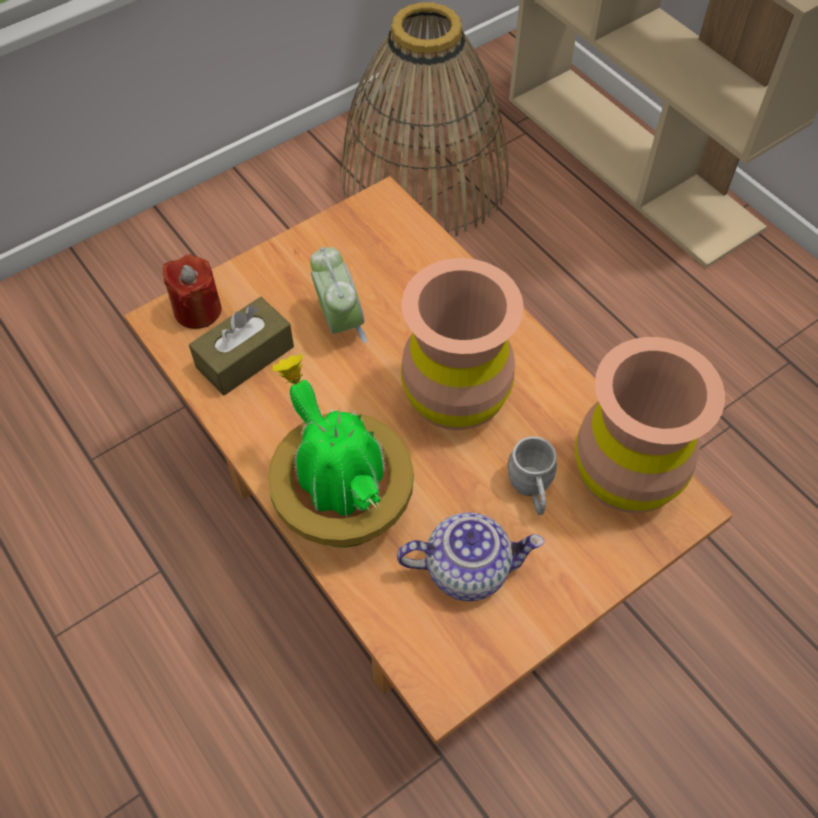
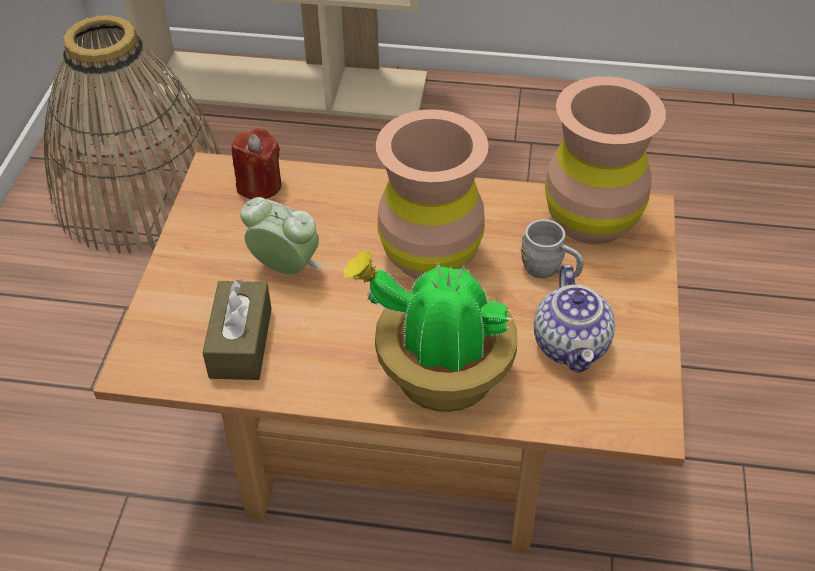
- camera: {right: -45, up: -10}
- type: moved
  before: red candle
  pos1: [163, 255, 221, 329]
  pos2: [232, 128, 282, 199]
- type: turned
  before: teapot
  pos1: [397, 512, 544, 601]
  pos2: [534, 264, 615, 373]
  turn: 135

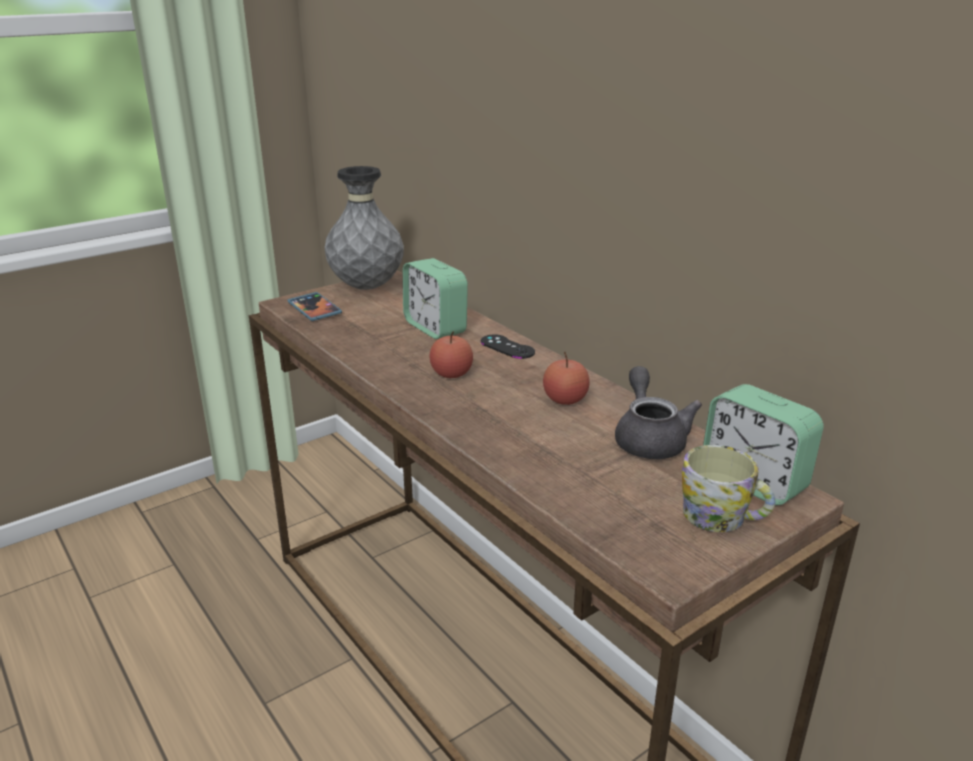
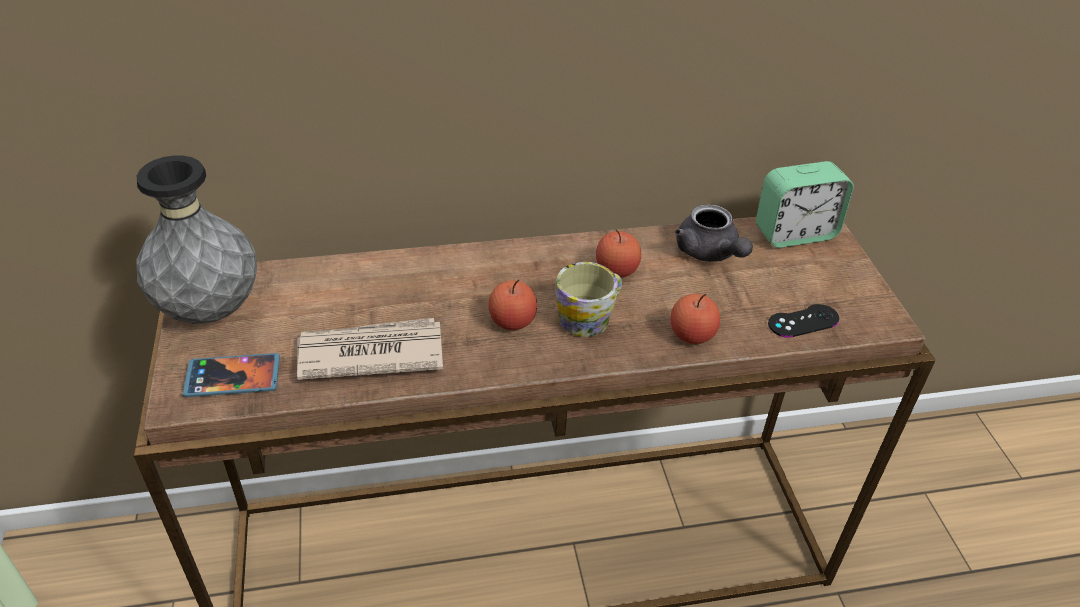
- camera: {right: -65, up: 15}
- type: removed
  before: alarm clock
  pos1: [403, 258, 468, 339]
- type: moved
  before: black game controller
  pos1: [481, 334, 535, 359]
  pos2: [768, 304, 839, 338]
- type: turned
  before: grey teapot
  pos1: [615, 366, 702, 459]
  pos2: [675, 204, 753, 262]
  turn: -135
- type: moved
  before: mug
  pos1: [682, 445, 775, 532]
  pos2: [555, 262, 622, 337]
- type: added
  after: newspaper
  pos2: [297, 318, 443, 380]
- type: added
  after: apple
  pos2: [670, 293, 720, 344]

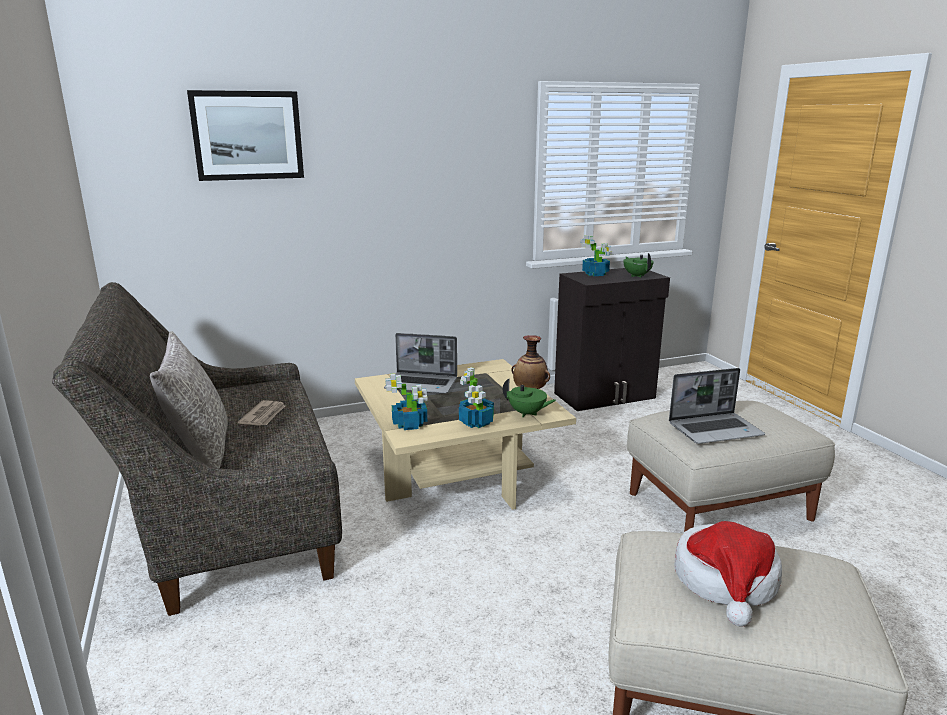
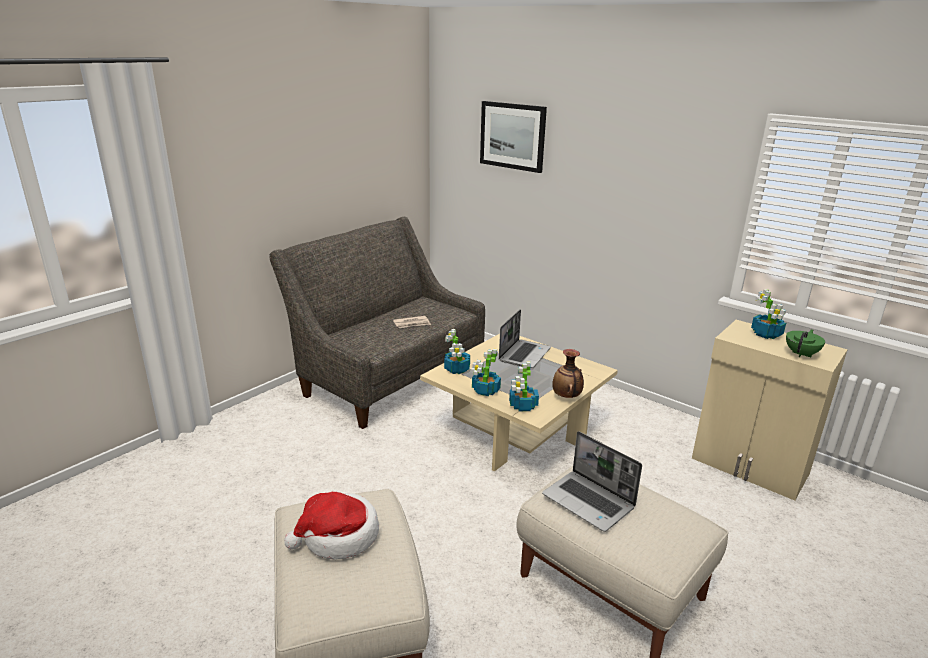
- camera: {right: 60, up: 5}
- type: removed
  before: grey pillow
  pos1: [150, 331, 228, 468]
- type: turned
  before: laptop
  pos1: [384, 333, 457, 393]
  pos2: [499, 309, 551, 368]
  turn: -135
- type: replaced
  before: green teapot
  after: potted plant
  pos1: [503, 379, 556, 417]
  pos2: [509, 361, 539, 411]
- type: recoloured
  before: black cabinet
  after: beige cabinet
  pos1: [554, 268, 670, 411]
  pos2: [692, 320, 848, 500]

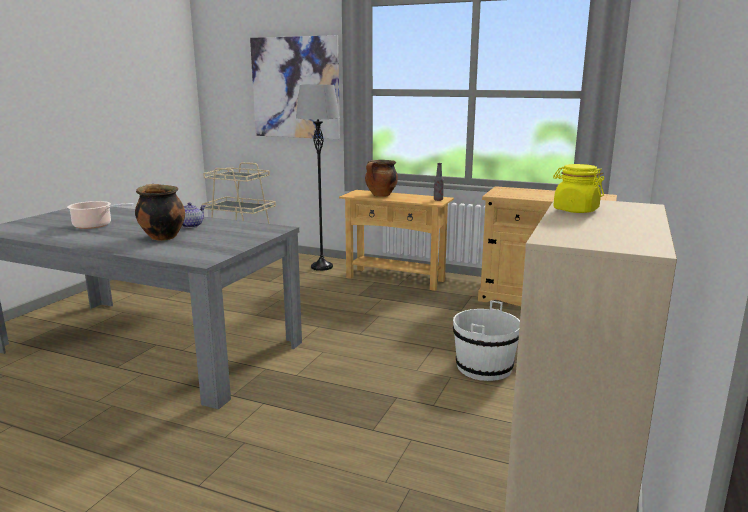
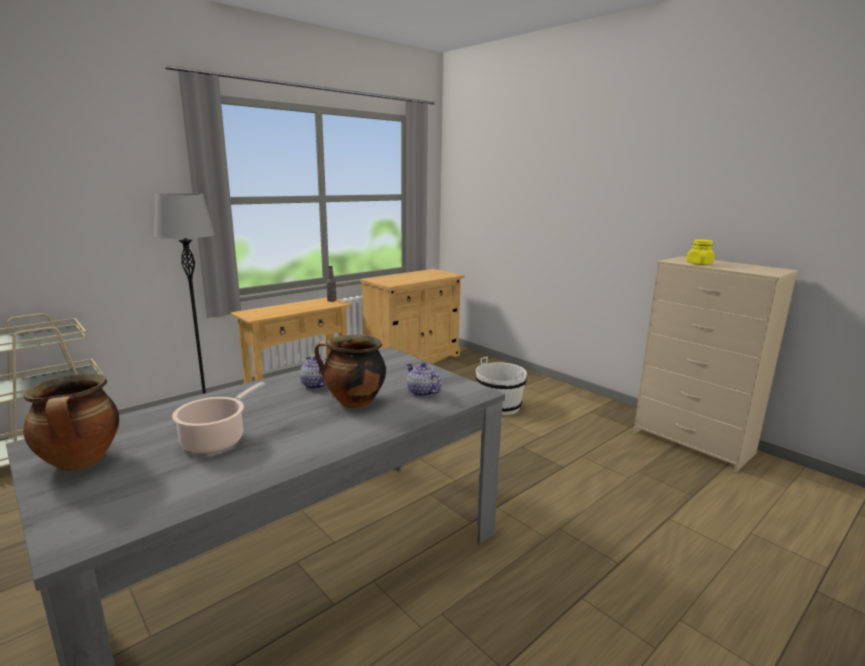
- camera: {right: -65, up: 0}
- type: removed
  before: picture
  pos1: [250, 35, 340, 139]
- type: moved
  before: cooking pot
  pos1: [365, 160, 398, 197]
  pos2: [23, 373, 119, 471]
- type: added
  after: teapot
  pos2: [406, 362, 442, 397]

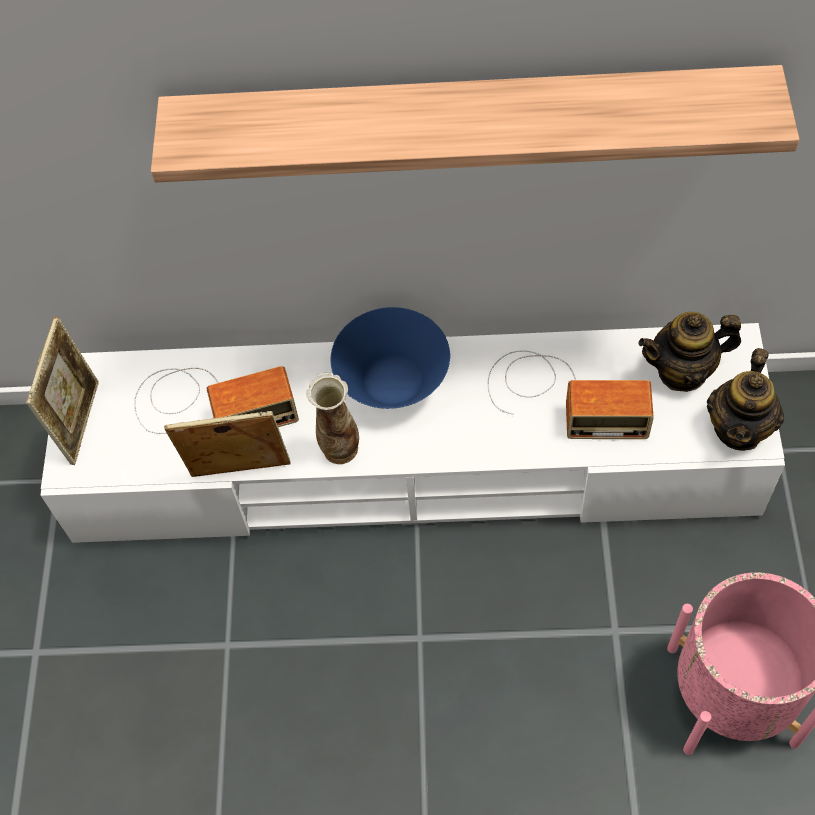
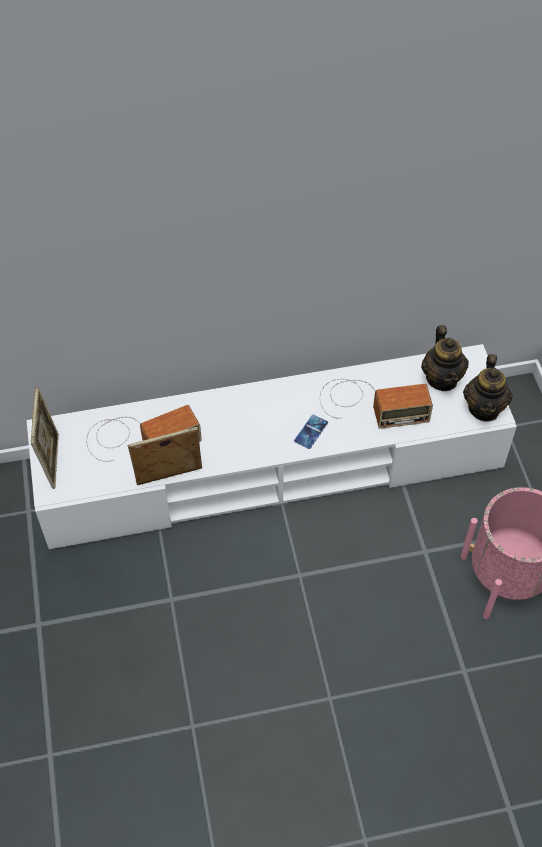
- camera: {right: -15, up: -5}
- type: removed
  before: shelf
  pos1: [151, 65, 799, 182]
- type: removed
  before: vase
  pos1: [307, 373, 359, 464]
- type: removed
  before: blue bowl
  pos1: [331, 307, 450, 409]
- type: turned
  before: teapot
  pos1: [639, 312, 741, 392]
  pos2: [421, 325, 469, 391]
  turn: -75
- type: added
  after: phone
  pos2: [294, 415, 328, 449]

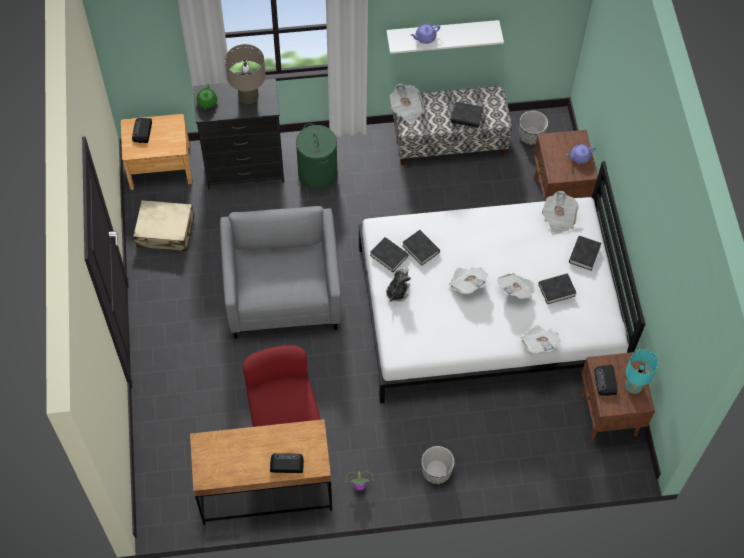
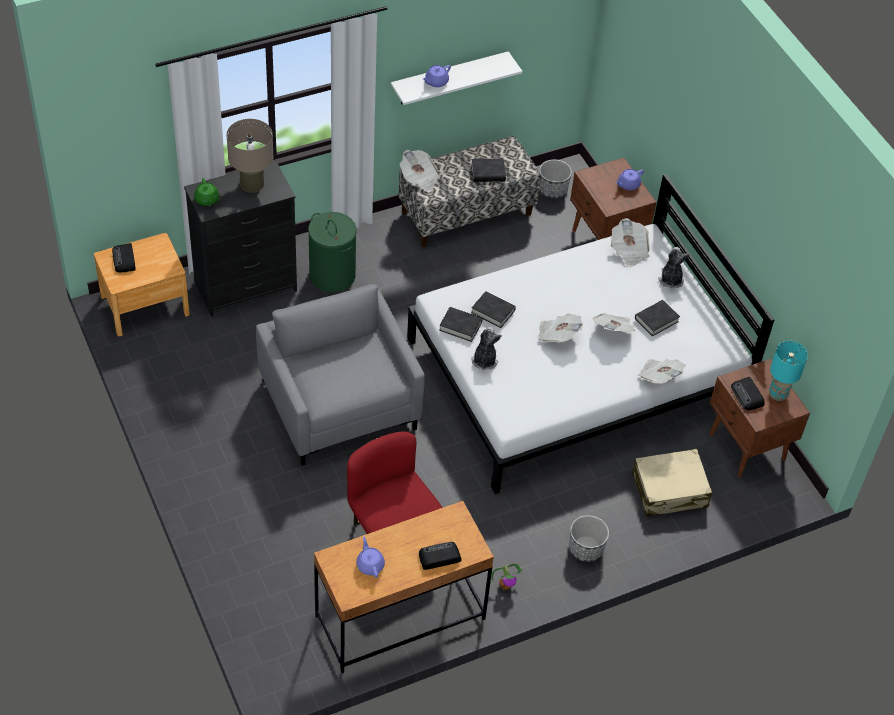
- camera: {right: -20, up: -10}
- type: moved
  before: beige suitcase
  pos1: [133, 200, 194, 251]
  pos2: [632, 449, 712, 517]
- type: replaced
  before: black book
  after: plush toy
  pos1: [569, 236, 601, 271]
  pos2: [658, 247, 690, 288]
- type: added
  after: purple teapot
  pos2: [356, 537, 385, 578]

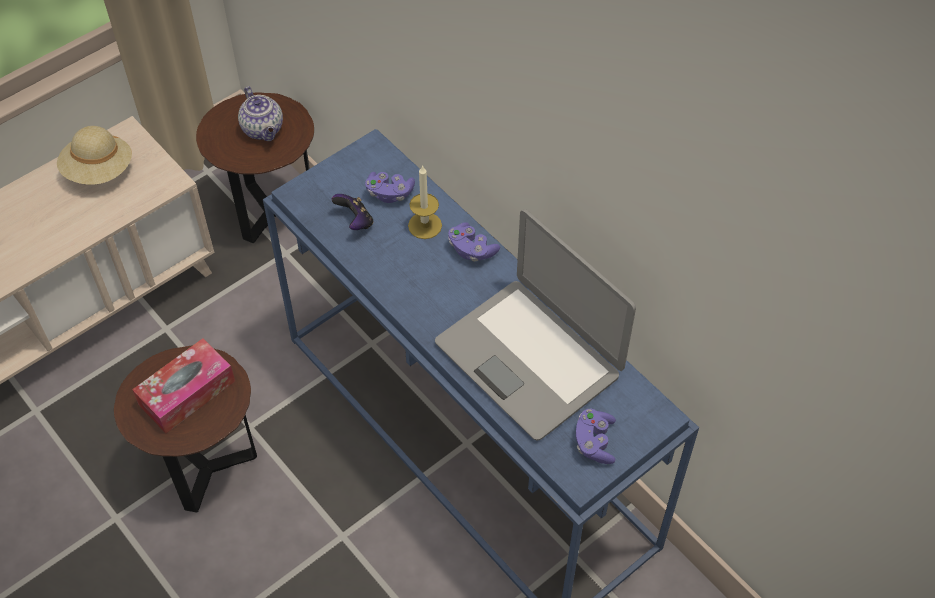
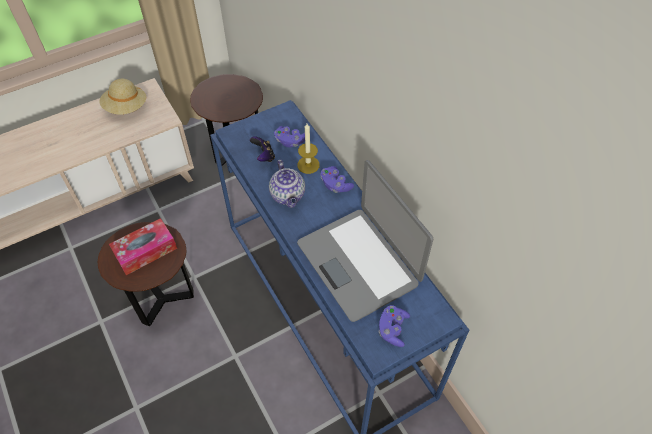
- camera: {right: 10, up: 0}
- type: moved
  before: teapot
  pos1: [238, 86, 283, 141]
  pos2: [269, 160, 305, 208]

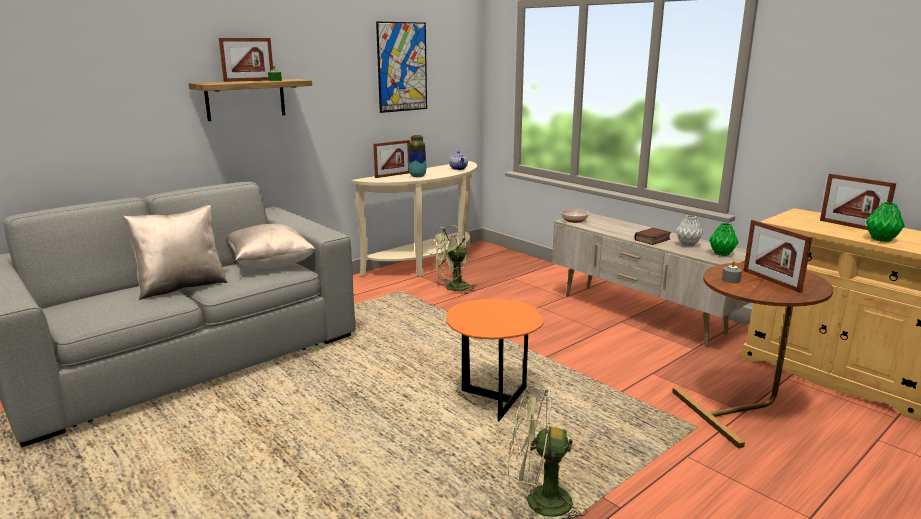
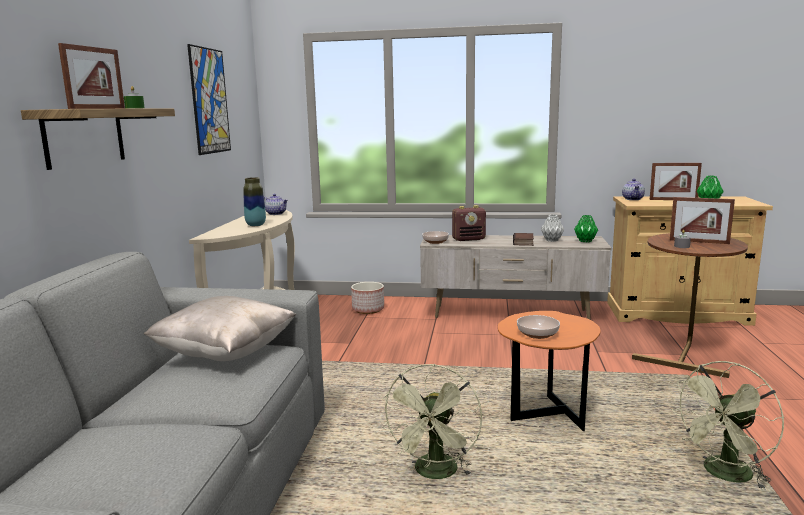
- camera: {right: -40, up: -5}
- type: removed
  before: beige pillow
  pos1: [123, 205, 228, 300]
- type: removed
  before: picture frame
  pos1: [373, 140, 410, 178]
- type: moved
  before: green fan
  pos1: [428, 225, 476, 294]
  pos2: [382, 364, 482, 479]
- type: added
  after: planter
  pos2: [351, 282, 384, 314]
- type: added
  after: radio
  pos2: [452, 205, 486, 241]
- type: added
  after: bowl
  pos2: [517, 315, 560, 339]
- type: added
  after: teapot
  pos2: [622, 179, 645, 200]

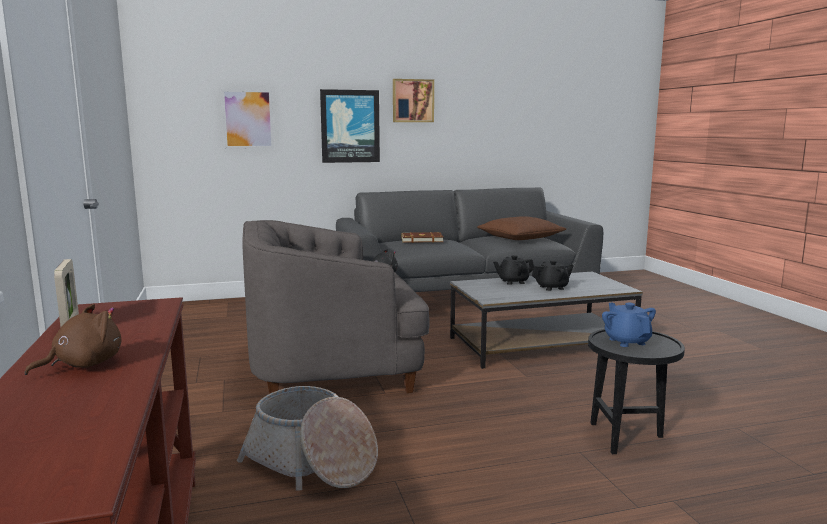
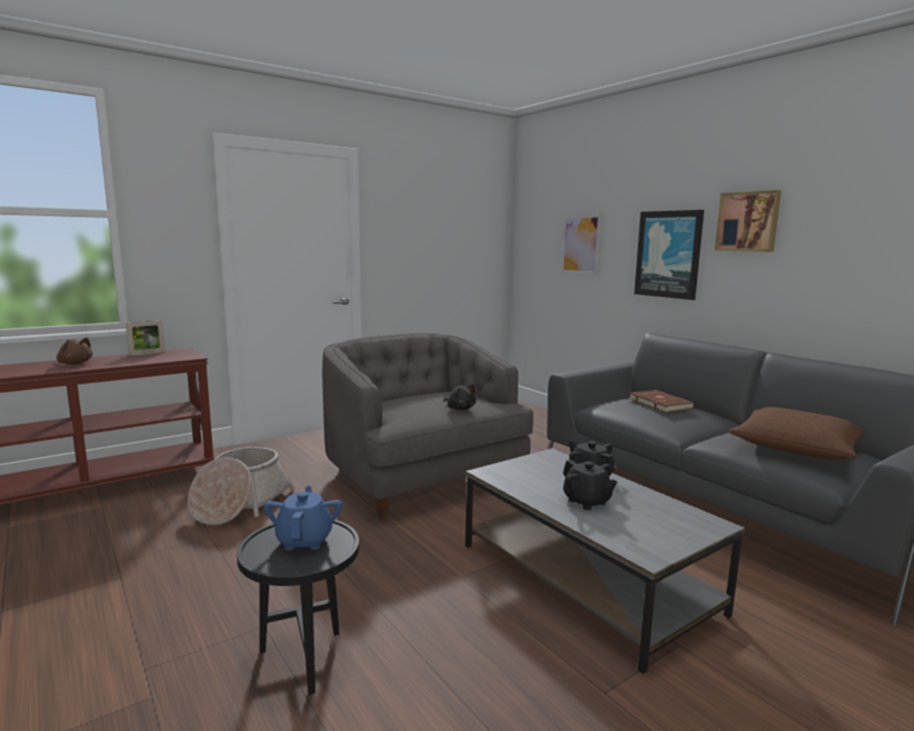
- camera: {right: 70, up: 0}
- type: turned
  before: blue teapot
  pos1: [602, 303, 656, 347]
  pos2: [264, 486, 343, 550]
  turn: -60

